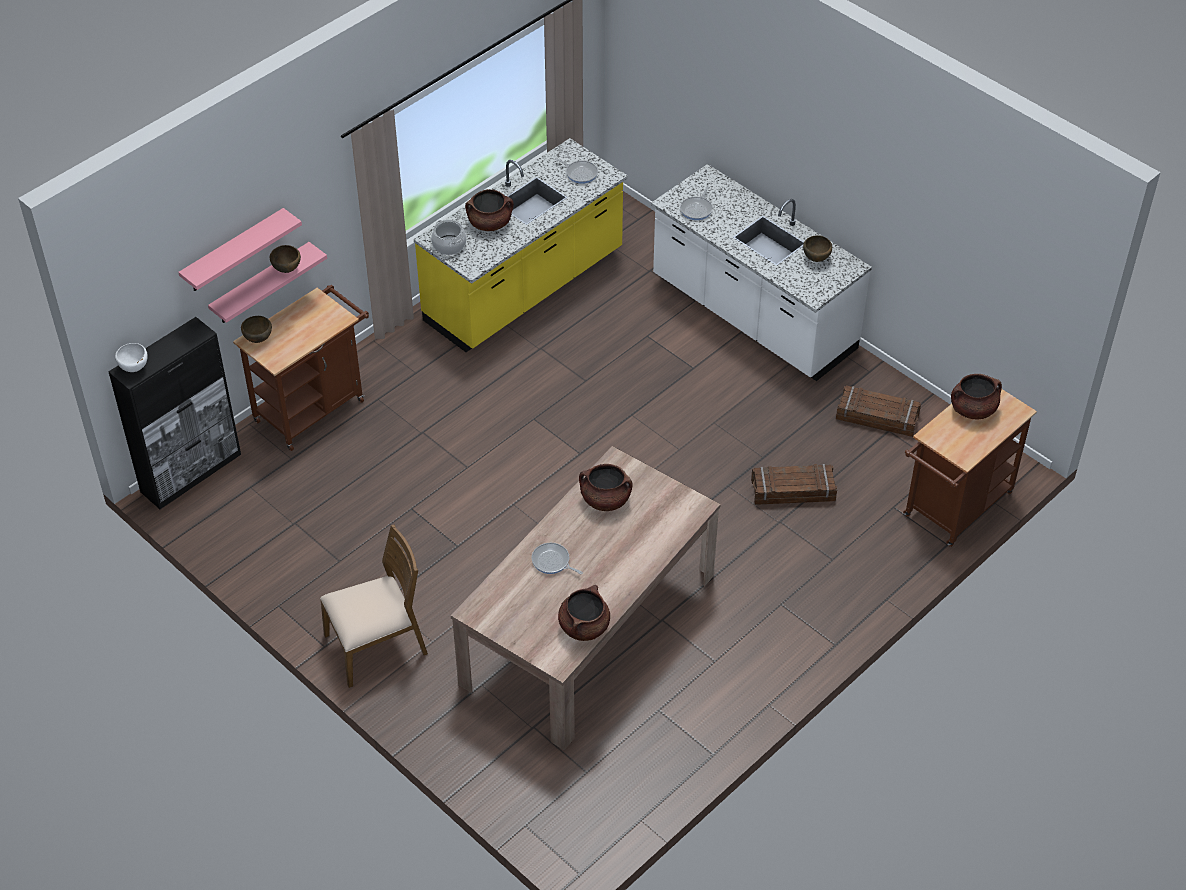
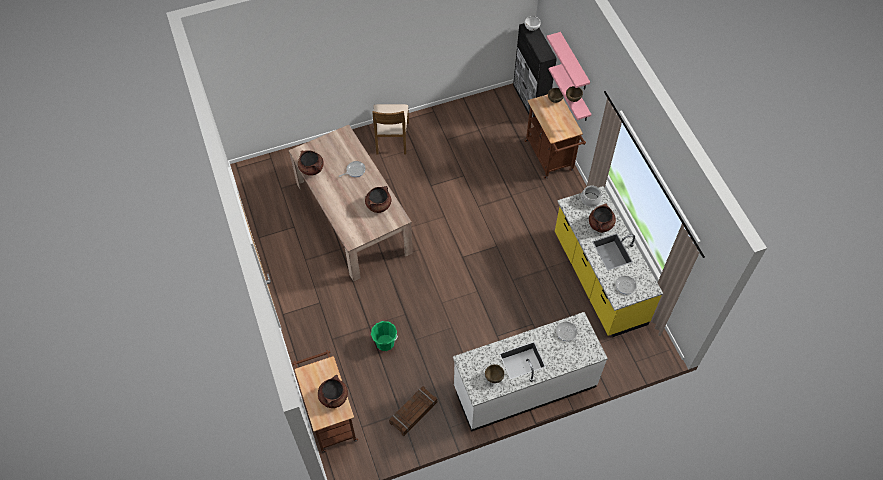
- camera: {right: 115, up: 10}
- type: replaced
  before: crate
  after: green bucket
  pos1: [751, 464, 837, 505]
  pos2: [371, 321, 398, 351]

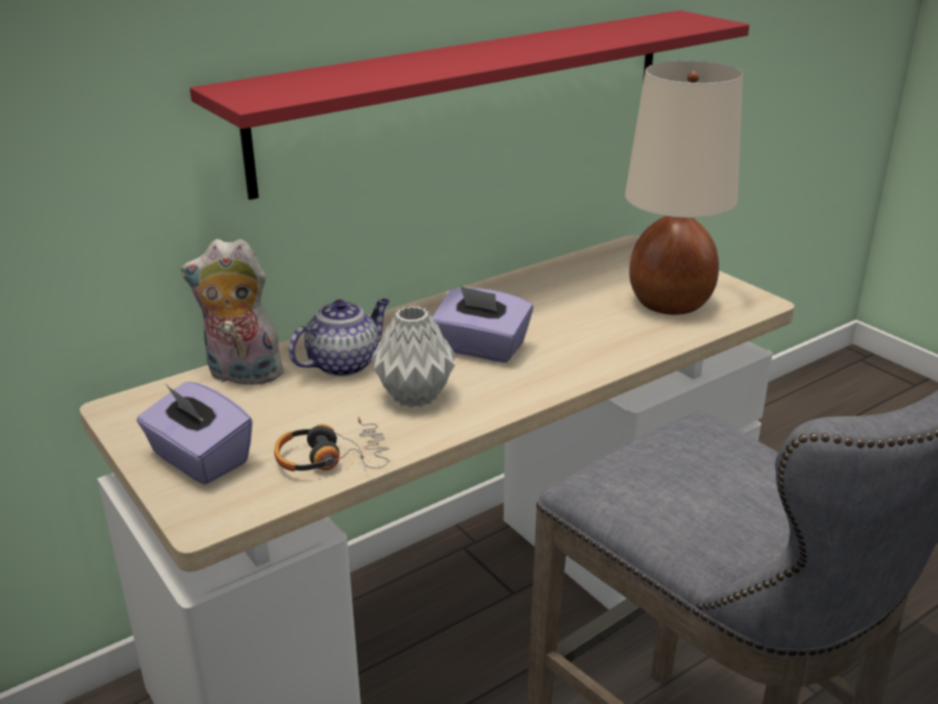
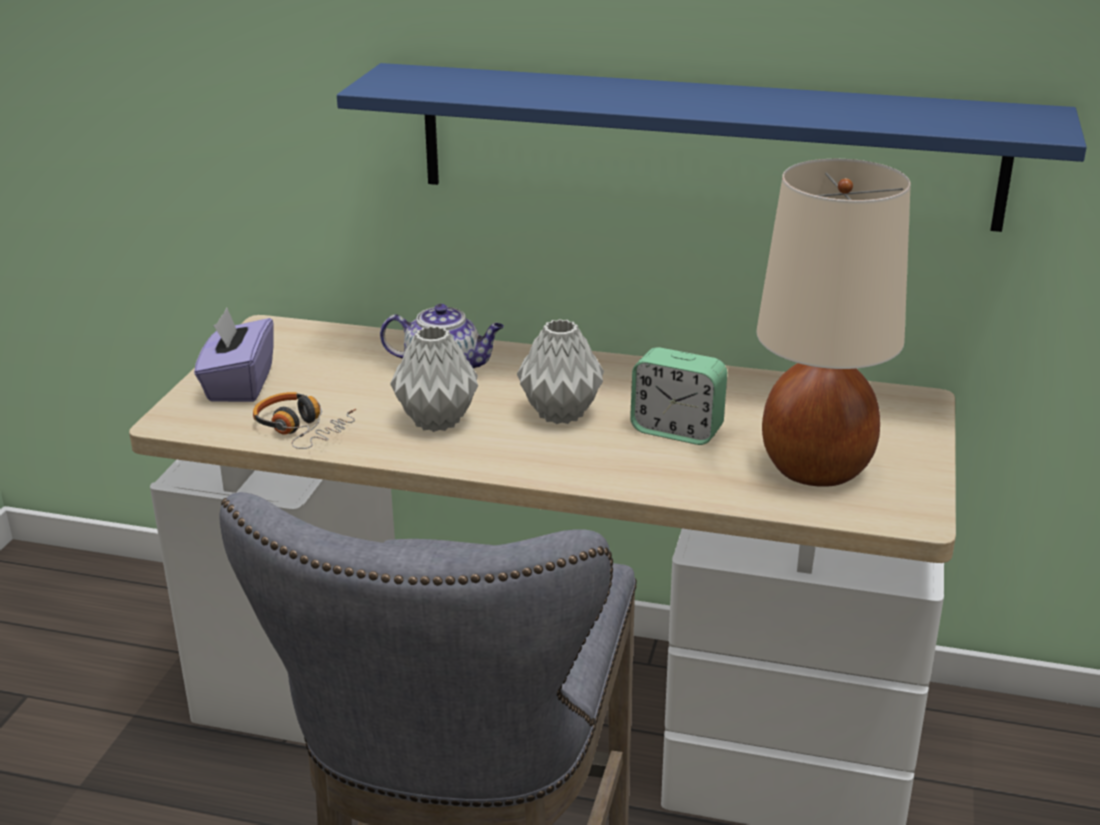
- camera: {right: 50, up: 0}
- type: removed
  before: plush toy
  pos1: [181, 239, 283, 389]
- type: recoloured
  before: red shelf
  after: blue shelf
  pos1: [190, 10, 749, 200]
  pos2: [337, 63, 1087, 232]
- type: replaced
  before: purple tissue box
  after: grey vase
  pos1: [432, 286, 533, 363]
  pos2: [517, 319, 604, 424]
- type: added
  after: alarm clock
  pos2: [630, 347, 727, 445]

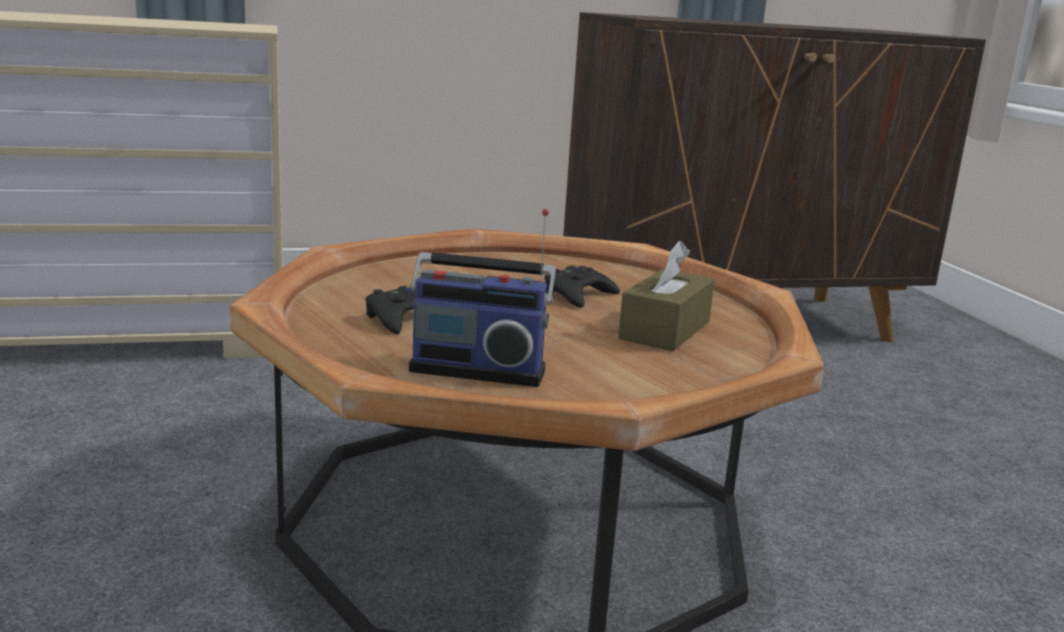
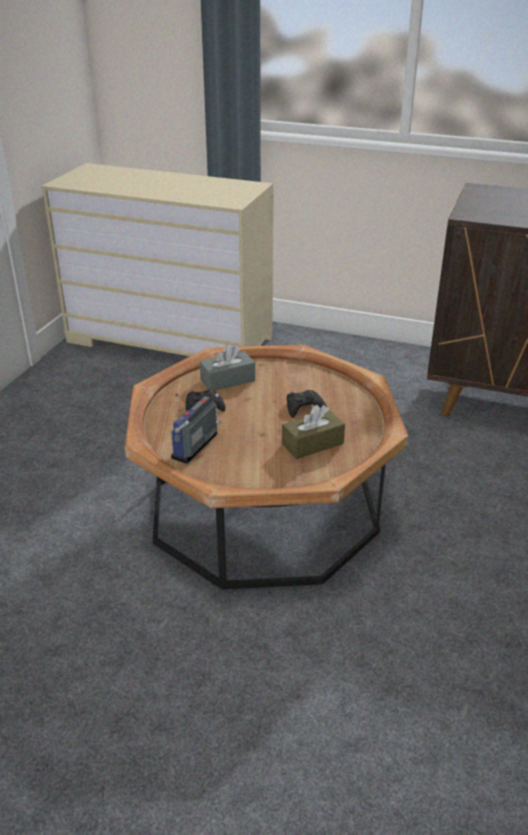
- camera: {right: 35, up: 15}
- type: turned
  before: radio
  pos1: [409, 209, 556, 387]
  pos2: [171, 393, 221, 464]
  turn: 75
- type: added
  after: grey tissue box
  pos2: [200, 344, 255, 391]

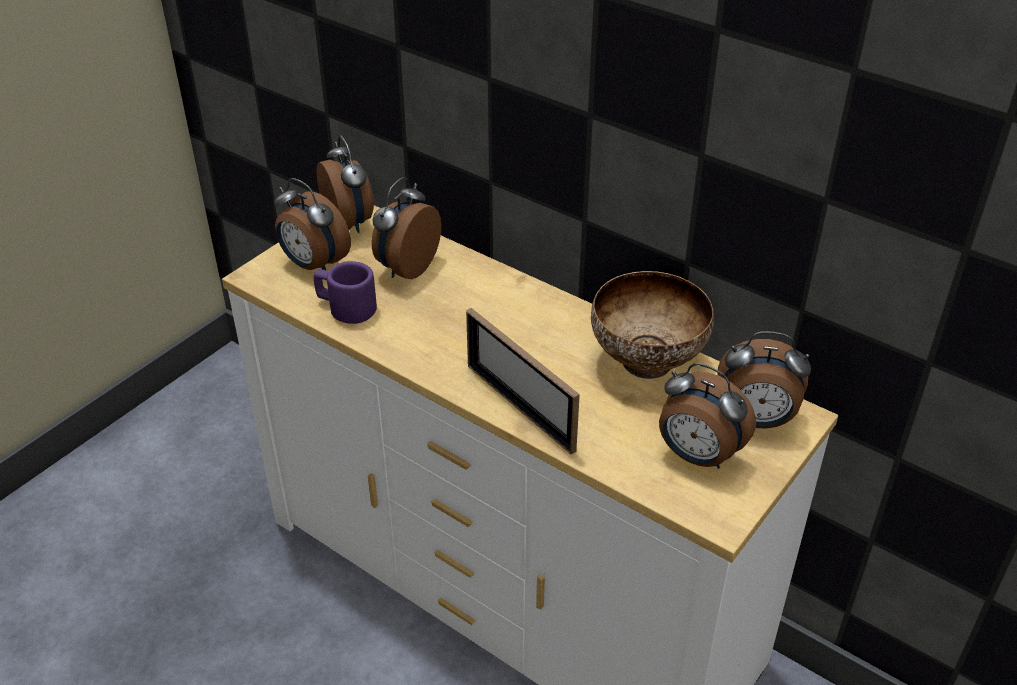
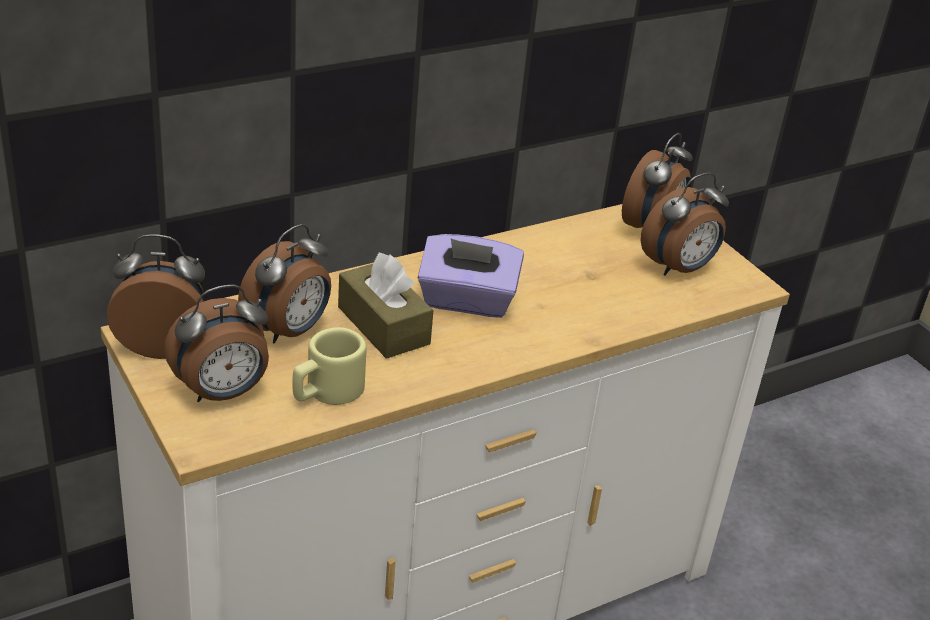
- camera: {right: -70, up: -5}
- type: recoloured
  before: purple mug
  after: beige mug
  pos1: [314, 261, 377, 324]
  pos2: [292, 327, 367, 405]
- type: turned
  before: alarm clock
  pos1: [372, 177, 441, 279]
  pos2: [238, 224, 331, 344]
  turn: -105
- type: removed
  before: picture frame
  pos1: [466, 308, 580, 455]
- type: removed
  before: bowl
  pos1: [591, 271, 714, 379]
- type: added
  after: brown tissue box
  pos2: [338, 253, 433, 359]
- type: added
  after: purple tissue box
  pos2: [418, 234, 524, 318]

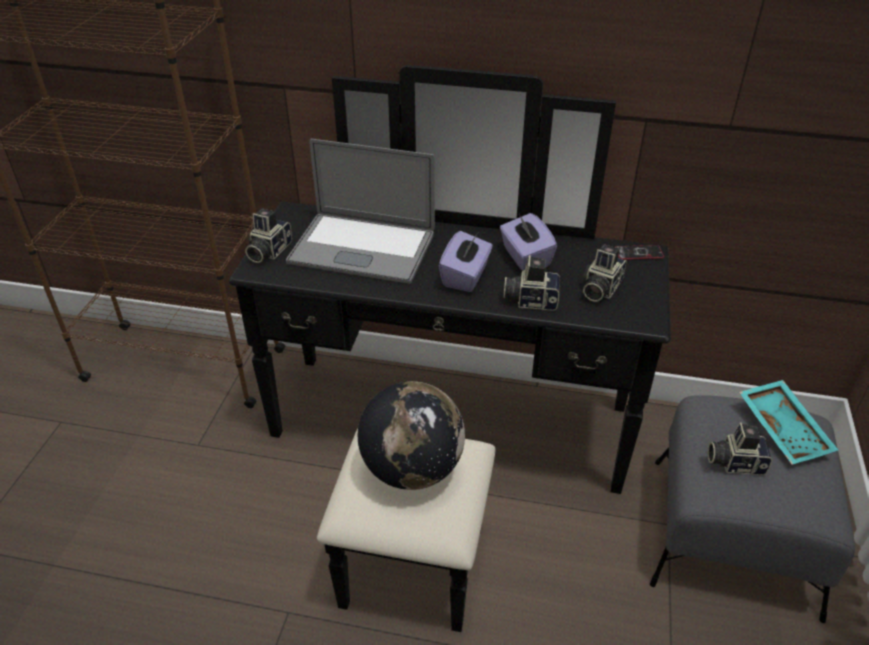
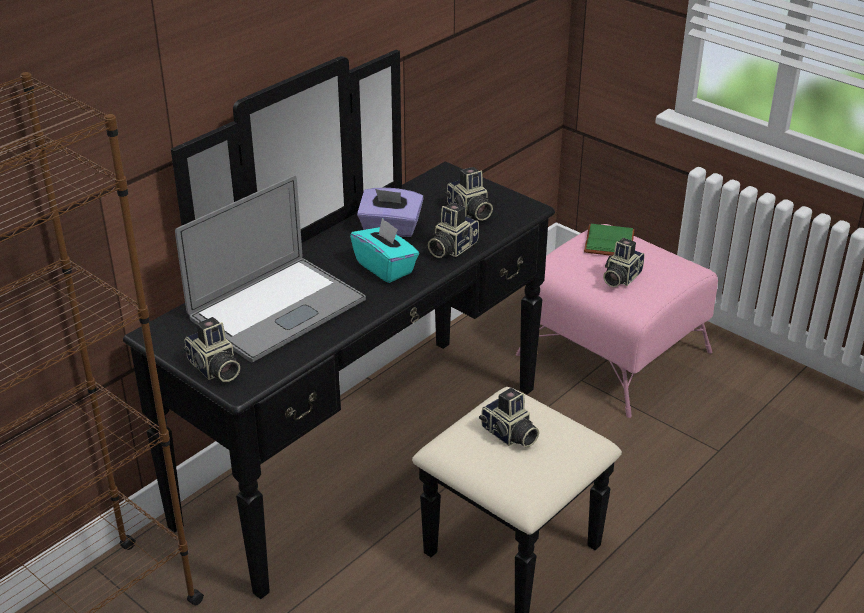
- camera: {right: -60, up: -5}
- type: replaced
  before: globe
  after: photo camera
  pos1: [357, 381, 465, 490]
  pos2: [479, 388, 539, 447]
- type: recoloured
  before: purple tissue box
  after: turquoise tissue box
  pos1: [439, 231, 493, 292]
  pos2: [350, 218, 419, 283]
- type: removed
  before: phone
  pos1: [615, 245, 664, 260]
- type: recoloured
  before: grey ottoman
  after: pink ottoman
  pos1: [650, 395, 855, 623]
  pos2: [516, 224, 718, 418]
- type: replaced
  before: turquoise tray
  after: green book
  pos1: [739, 380, 838, 465]
  pos2: [584, 224, 635, 256]

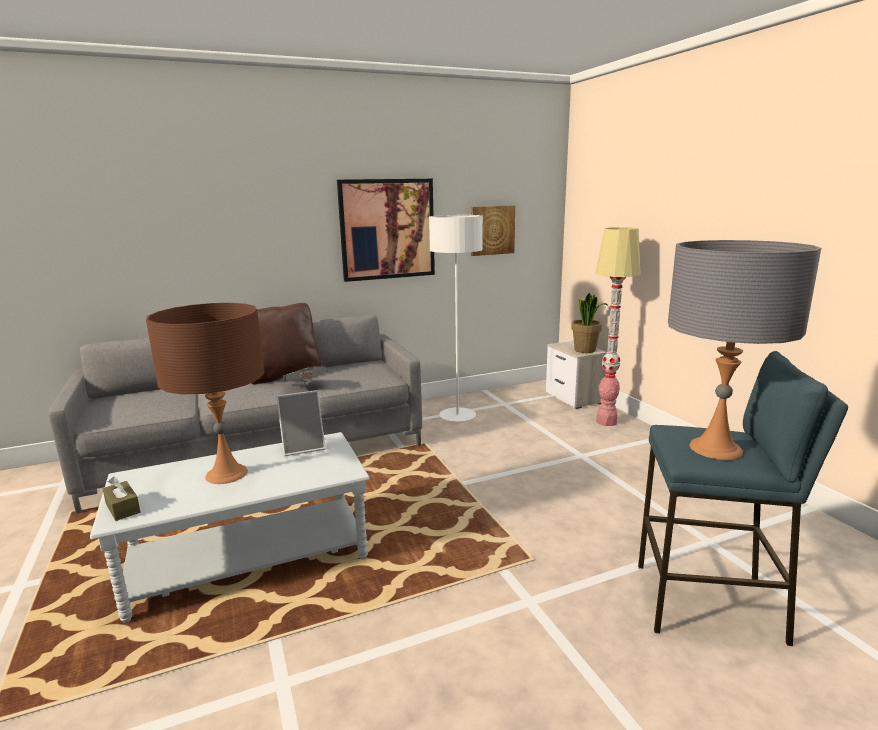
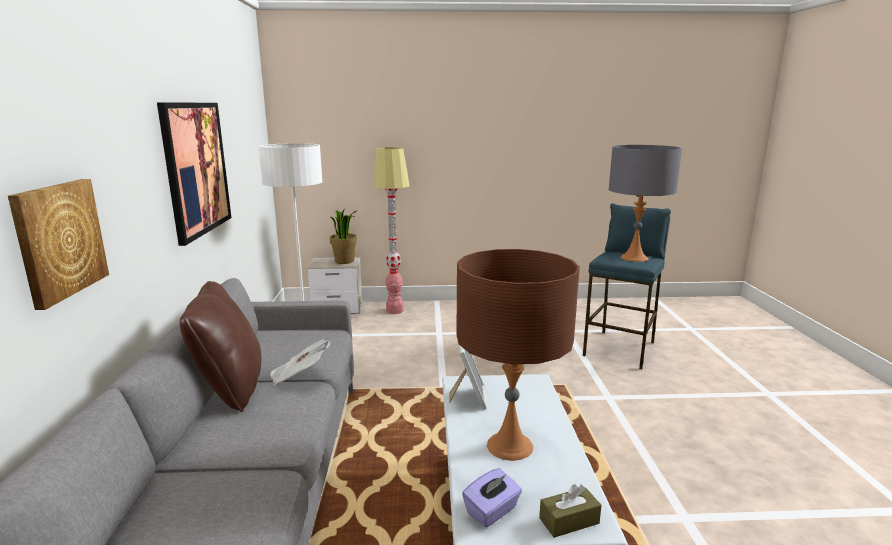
- camera: {right: -70, up: 0}
- type: moved
  before: picture
  pos1: [471, 205, 515, 256]
  pos2: [8, 179, 109, 310]
- type: added
  after: purple tissue box
  pos2: [462, 468, 522, 527]

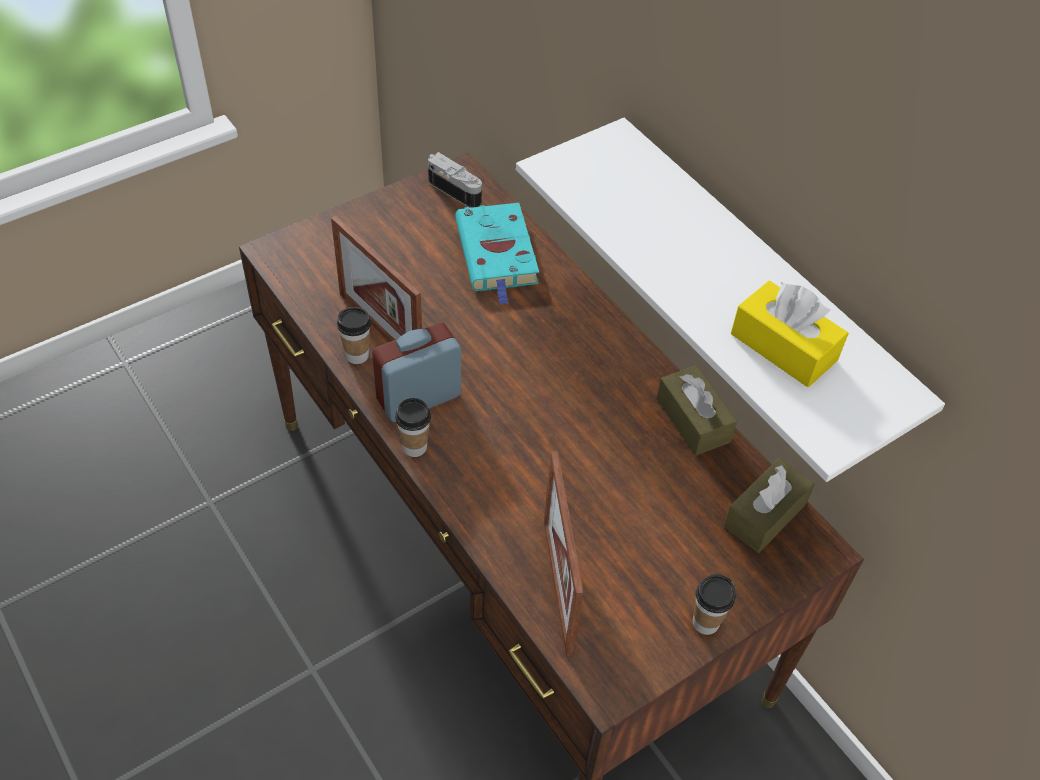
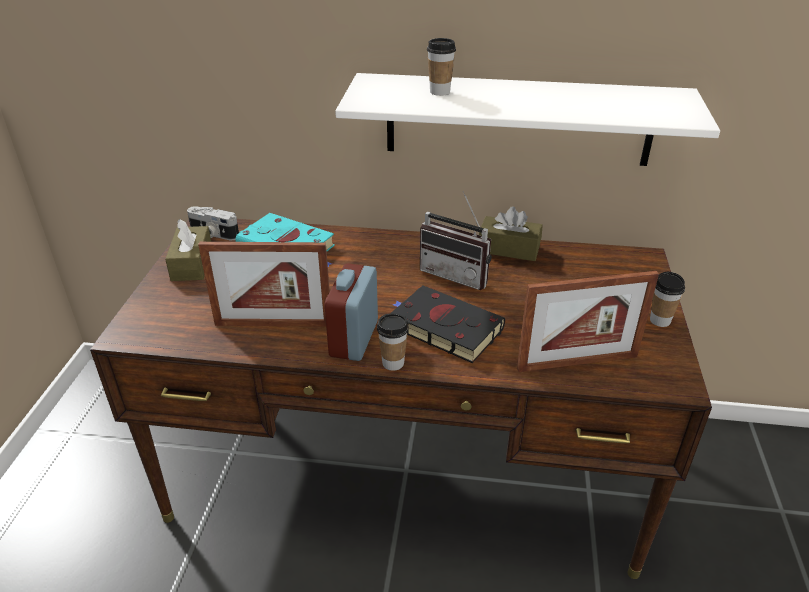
- camera: {right: -45, up: -15}
- type: moved
  before: cup
  pos1: [337, 307, 371, 364]
  pos2: [427, 38, 456, 96]
- type: turned
  before: photo camera
  pos1: [428, 152, 482, 208]
  pos2: [187, 206, 239, 240]
  turn: -150
- type: turned
  before: picture frame
  pos1: [544, 451, 584, 656]
  pos2: [517, 271, 659, 372]
  turn: -45
- type: moved
  before: brown tissue box
  pos1: [723, 458, 815, 553]
  pos2: [165, 219, 211, 281]
- type: removed
  before: yellow tissue box
  pos1: [731, 281, 849, 387]
- type: added
  after: black book
  pos2: [391, 285, 505, 363]
- type: added
  after: radio
  pos2: [420, 191, 492, 290]

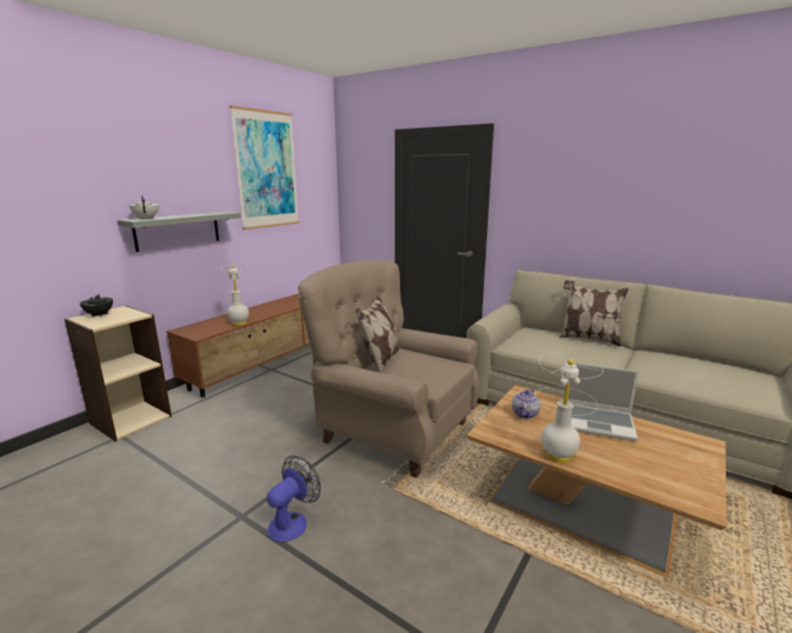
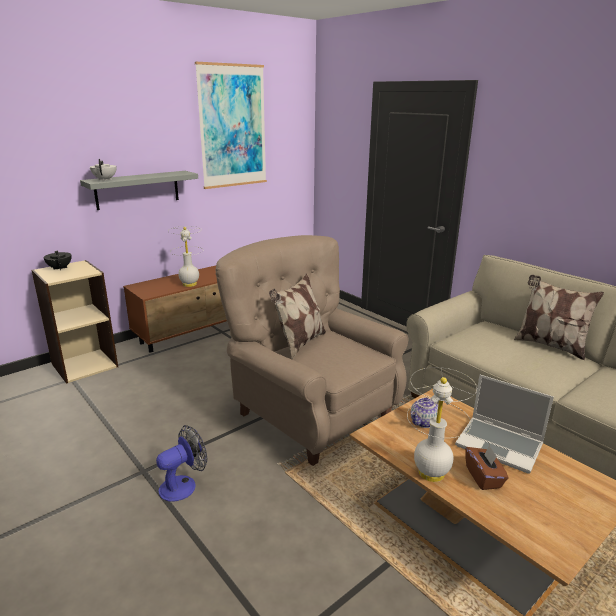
- camera: {right: 15, up: 5}
- type: added
  after: brown tissue box
  pos2: [465, 445, 509, 490]

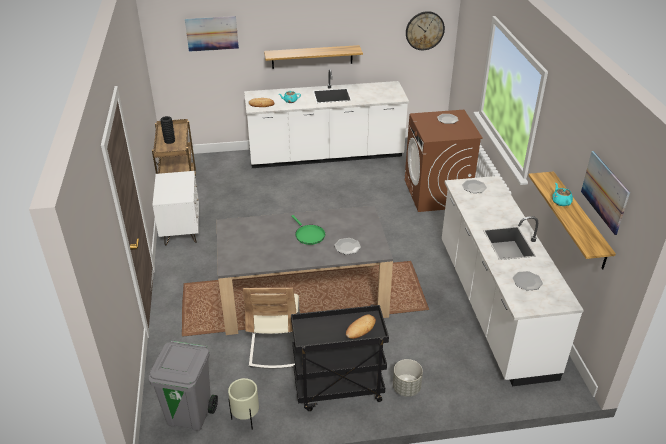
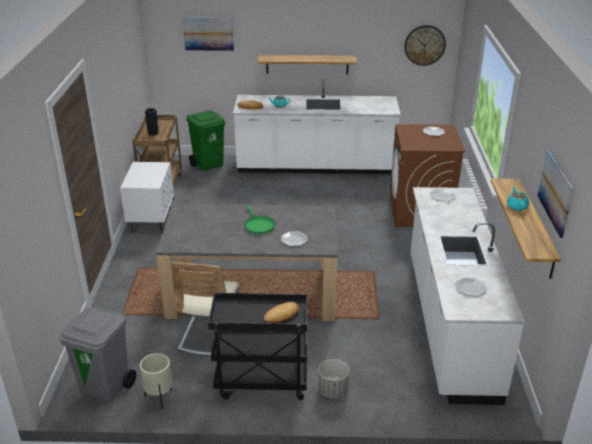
- camera: {right: 10, up: -5}
- type: added
  after: green trash can
  pos2: [186, 110, 225, 171]

